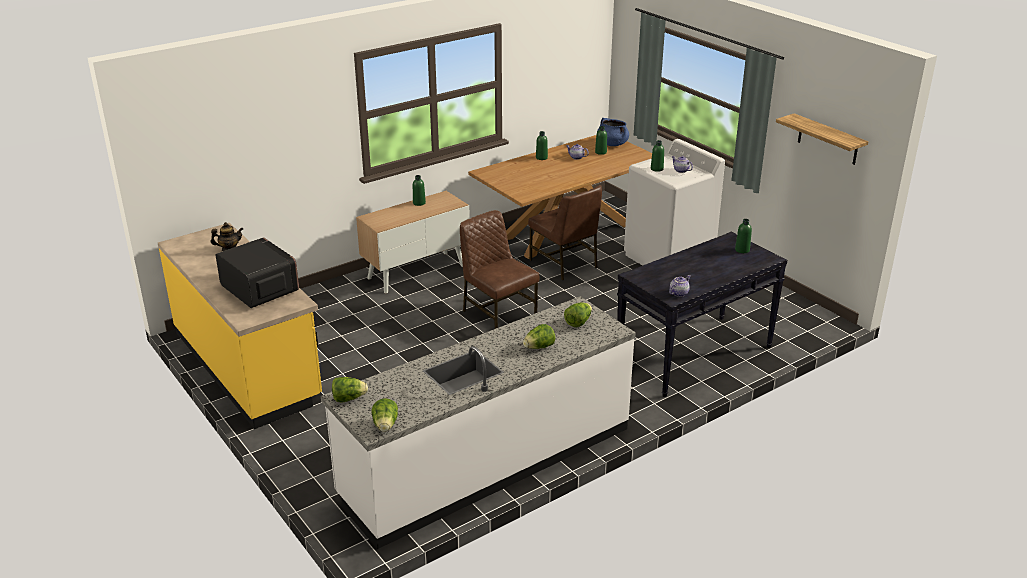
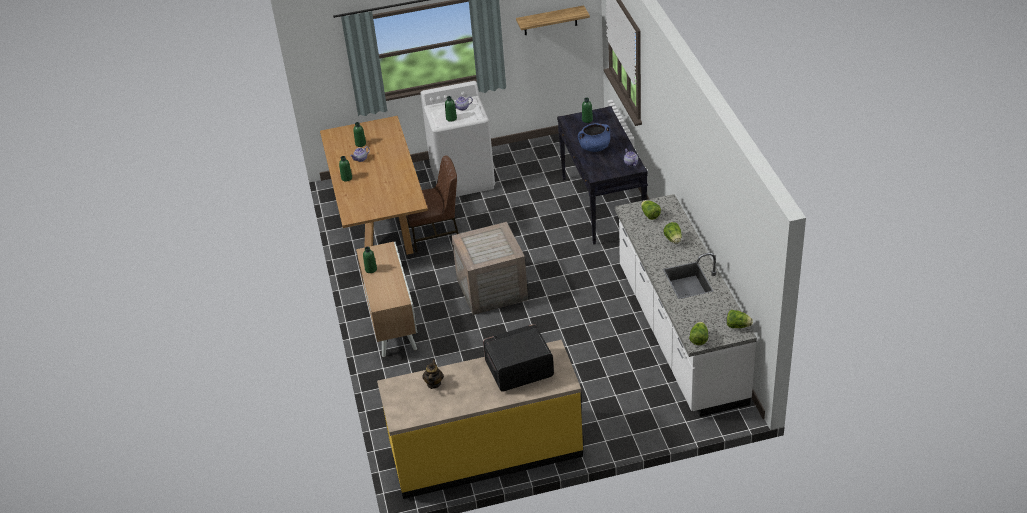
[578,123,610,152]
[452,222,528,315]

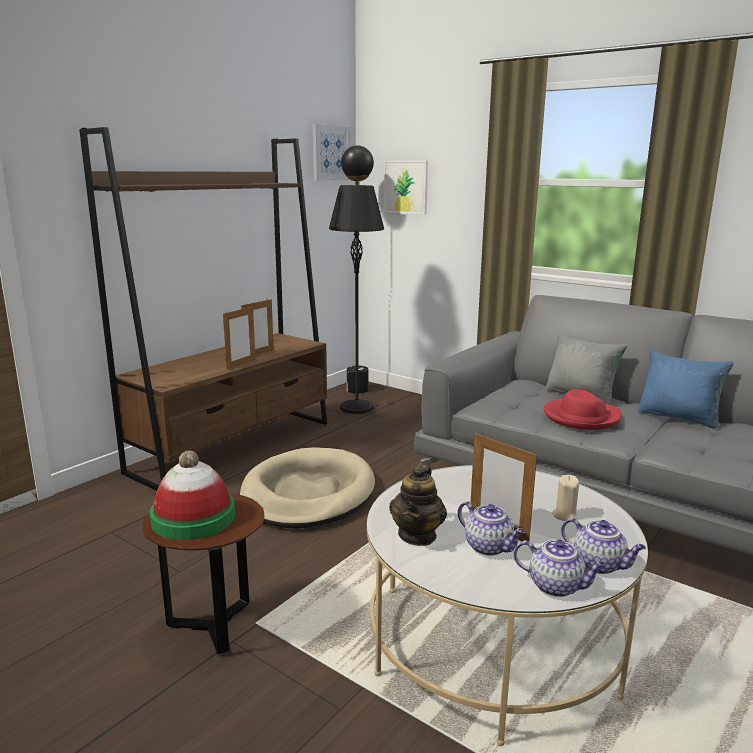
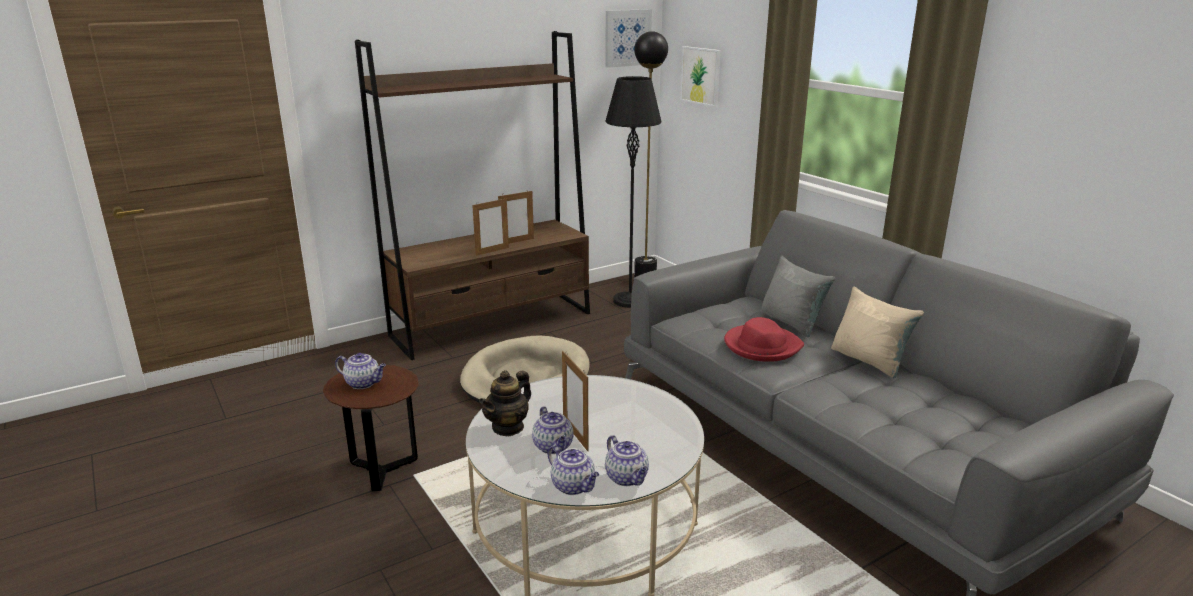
[552,475,579,521] (first image)
[335,353,386,389]
[831,286,924,378]

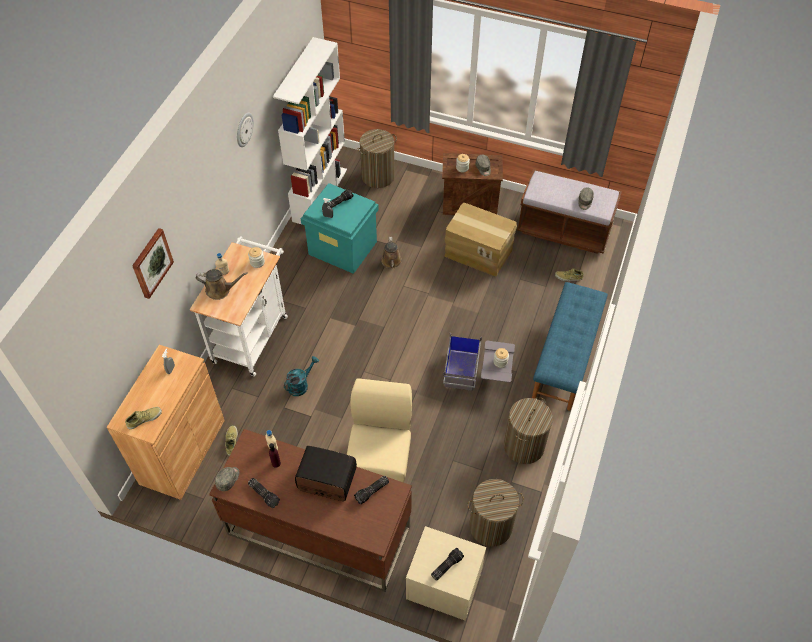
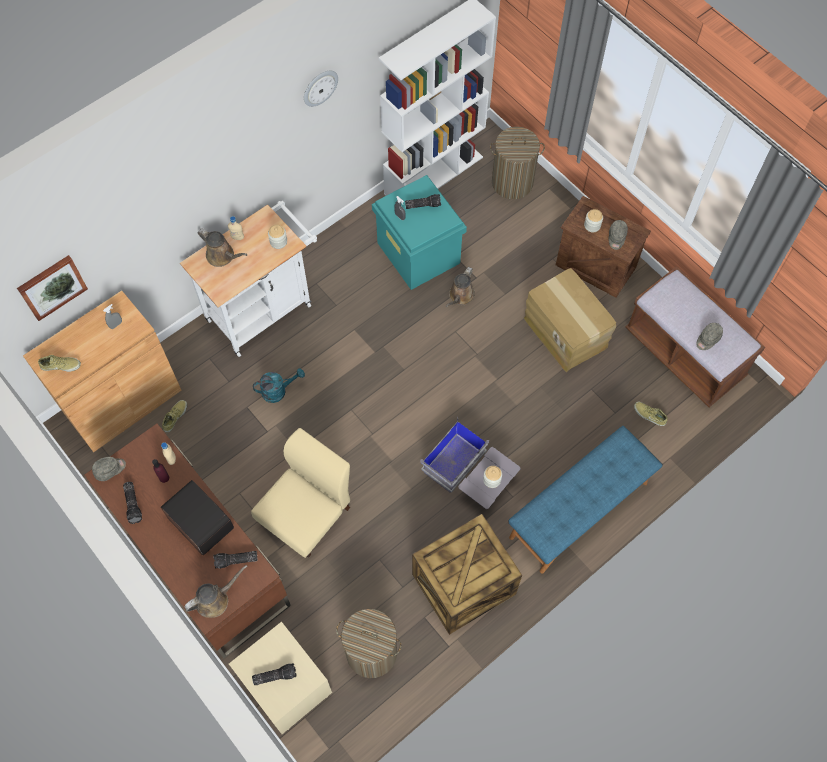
[184,565,248,618]
[17,255,88,321]
[412,514,522,635]

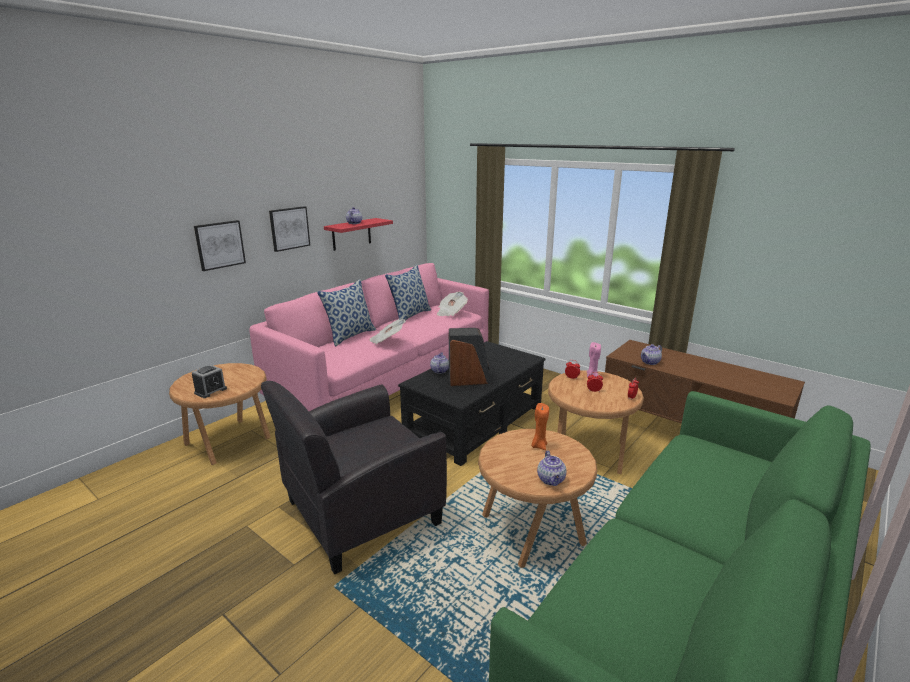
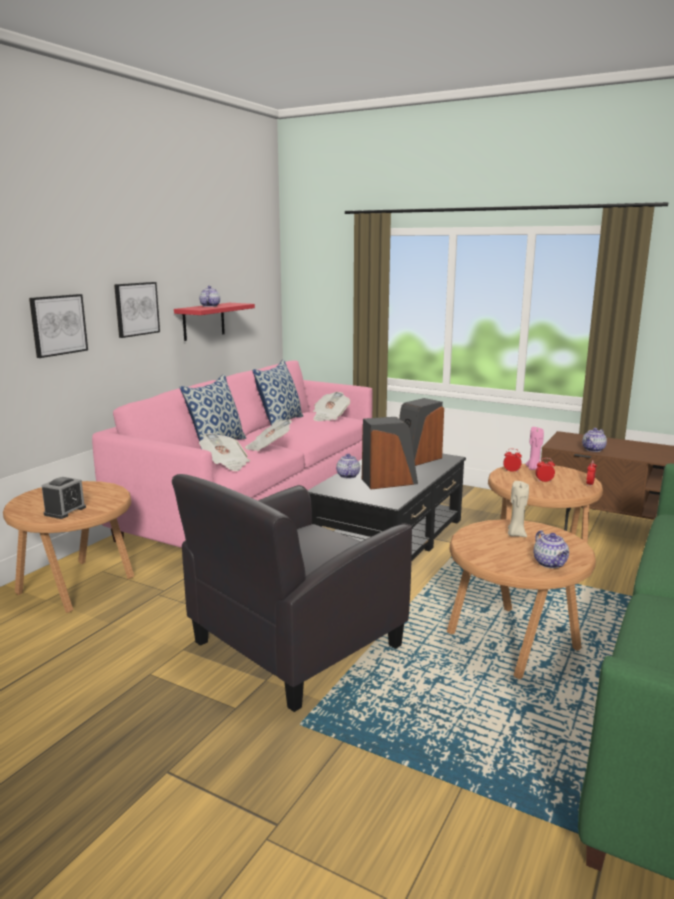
[199,433,250,471]
[399,398,444,466]
[508,481,529,537]

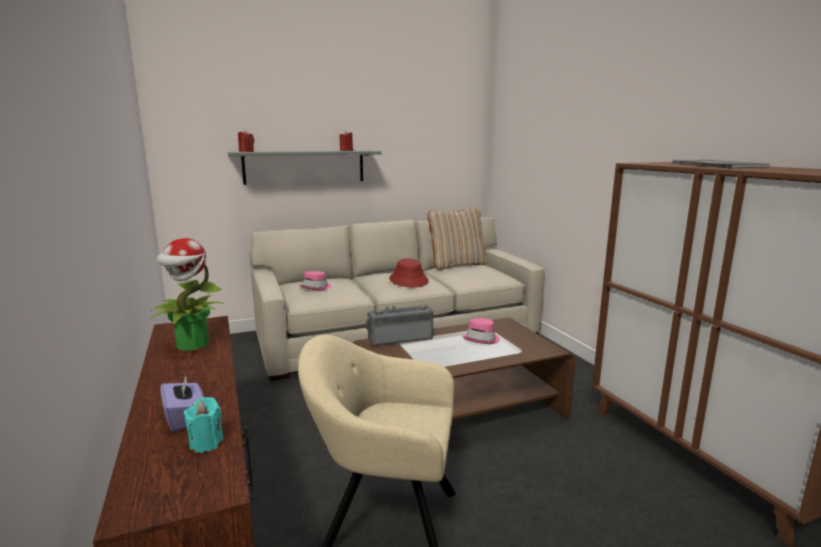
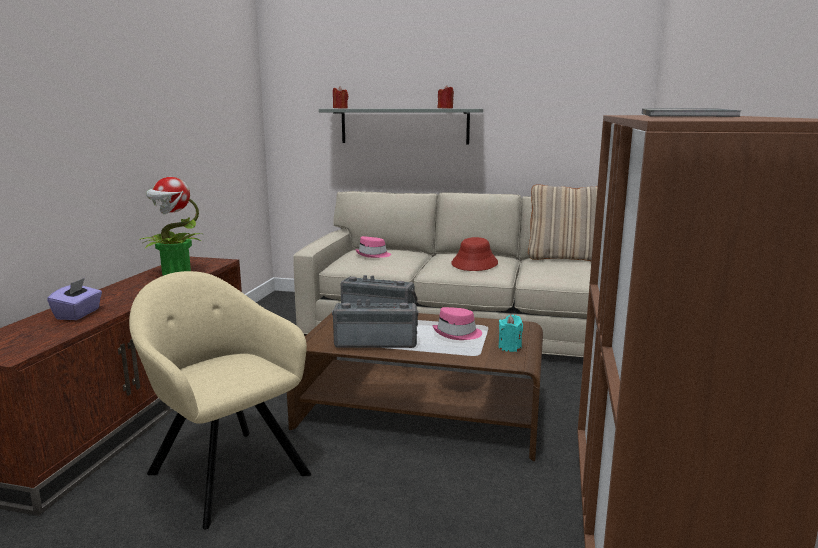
[332,299,419,348]
[499,315,523,352]

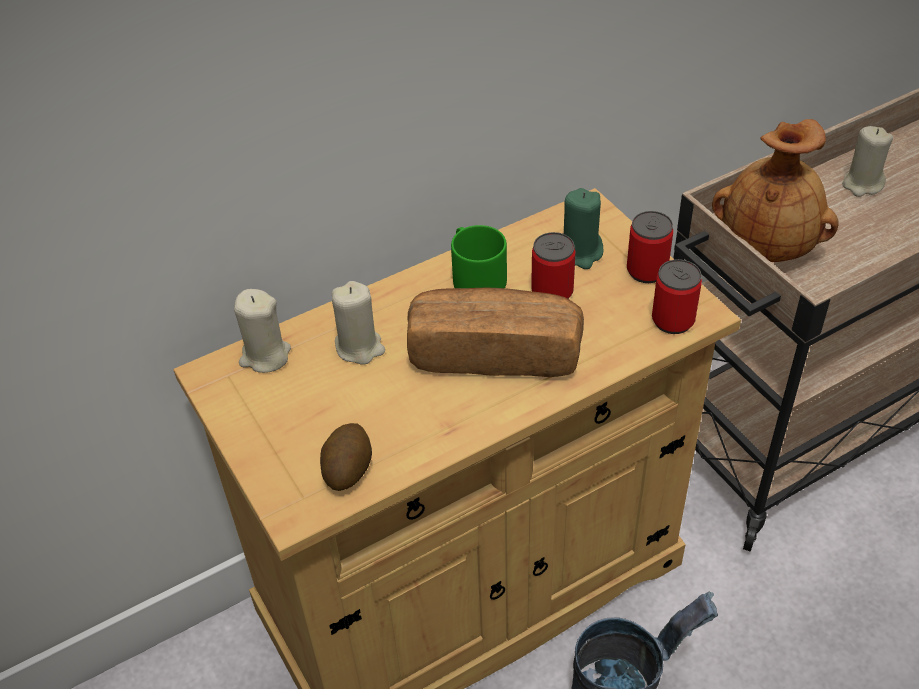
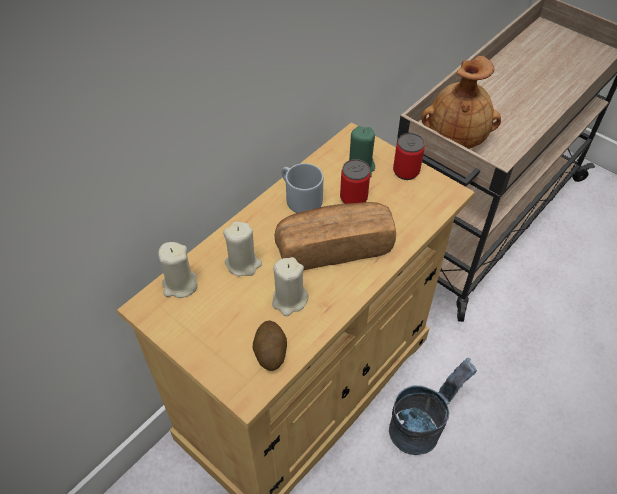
[652,259,702,334] (first image)
[272,257,309,316]
[281,163,323,213]

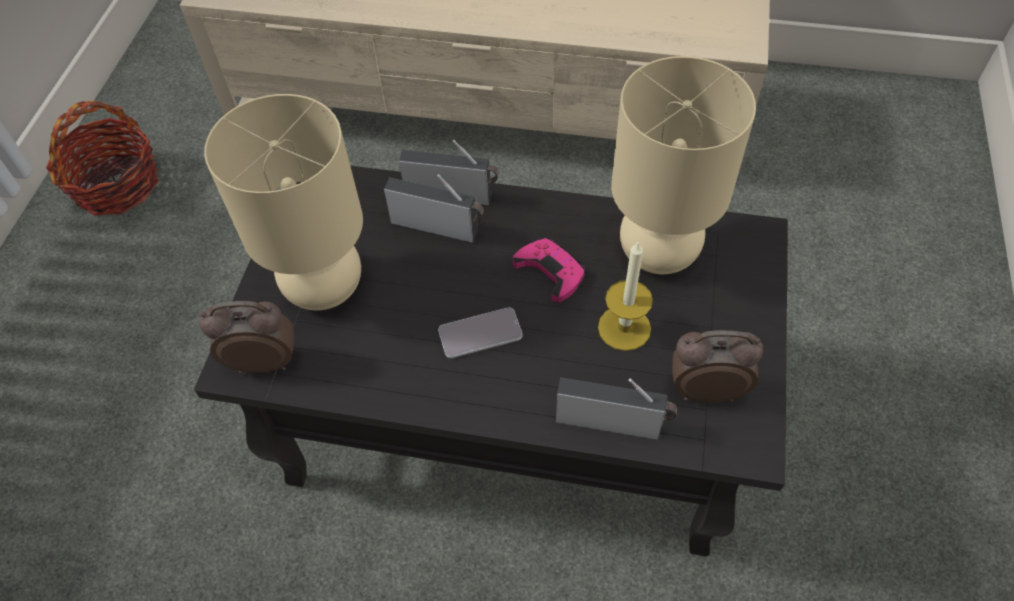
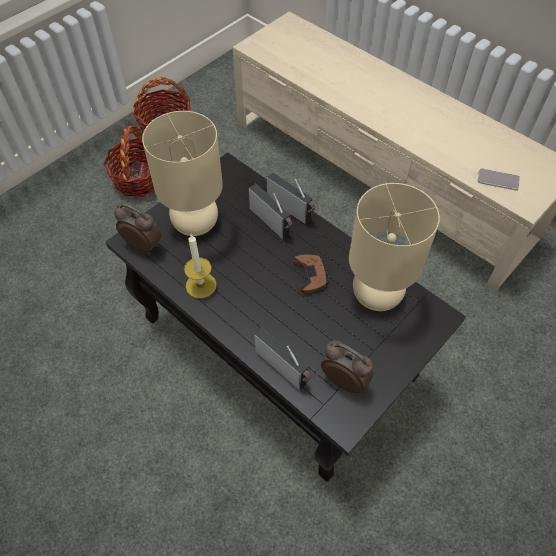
[103,125,155,197]
[478,168,520,190]
[184,234,217,299]
[294,254,329,293]

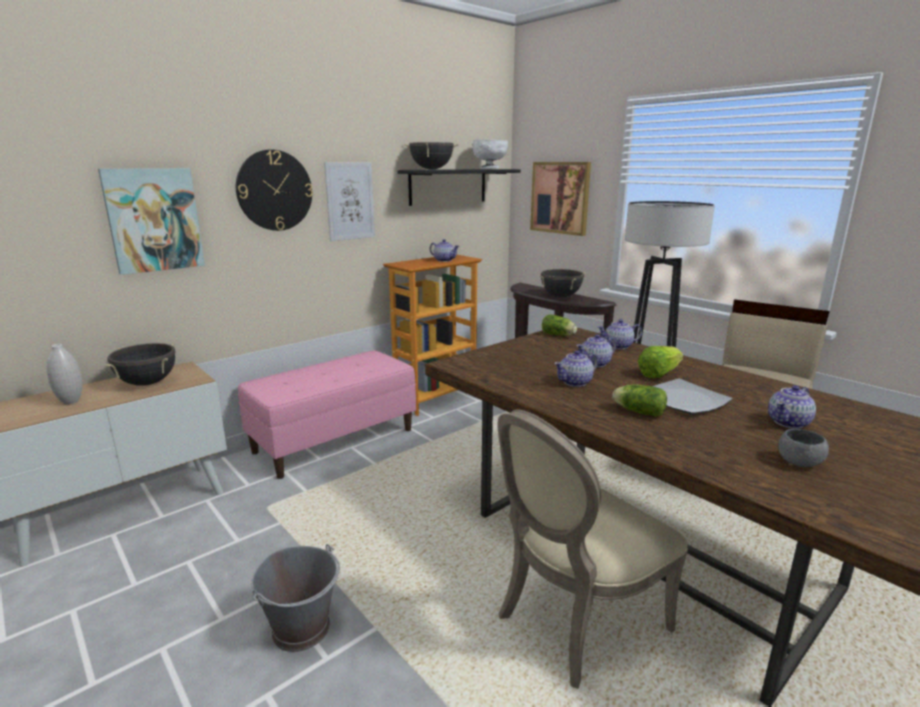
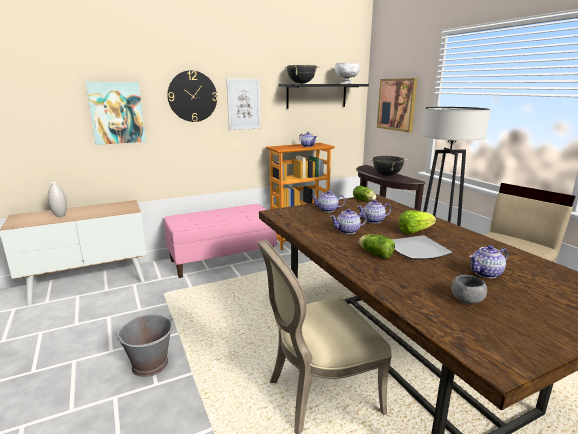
[105,343,175,386] (first image)
[311,191,346,212]

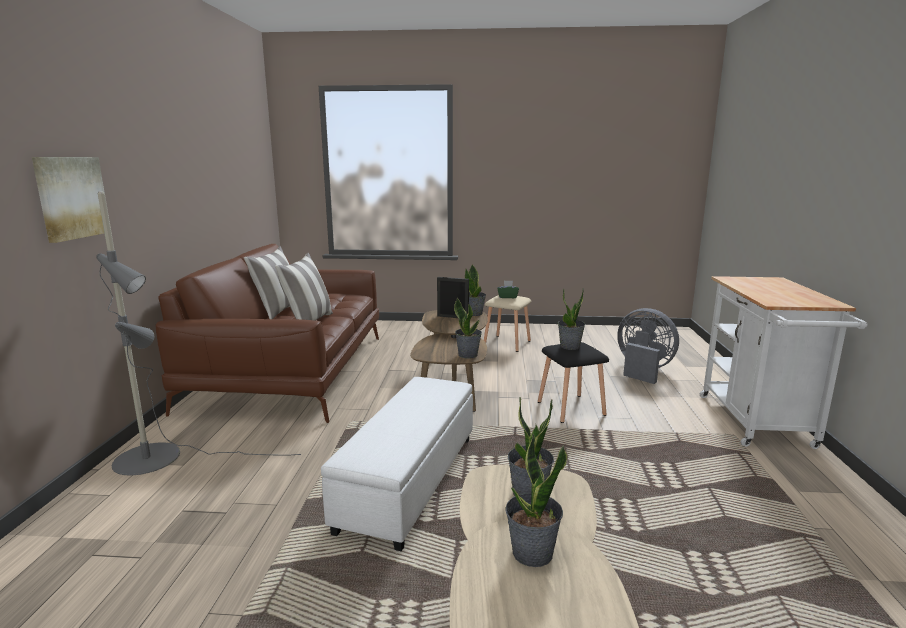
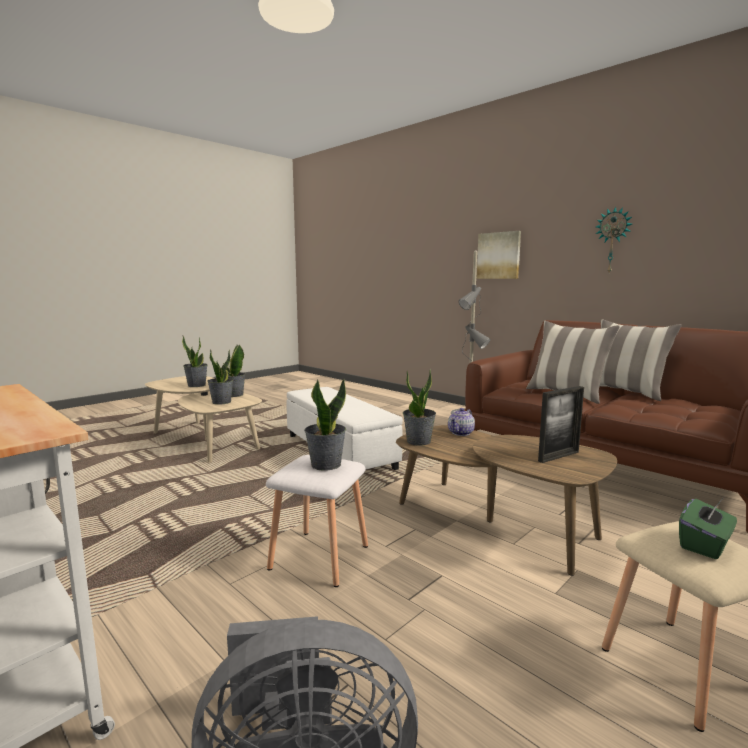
[448,408,475,436]
[596,206,632,273]
[223,344,245,397]
[266,455,368,587]

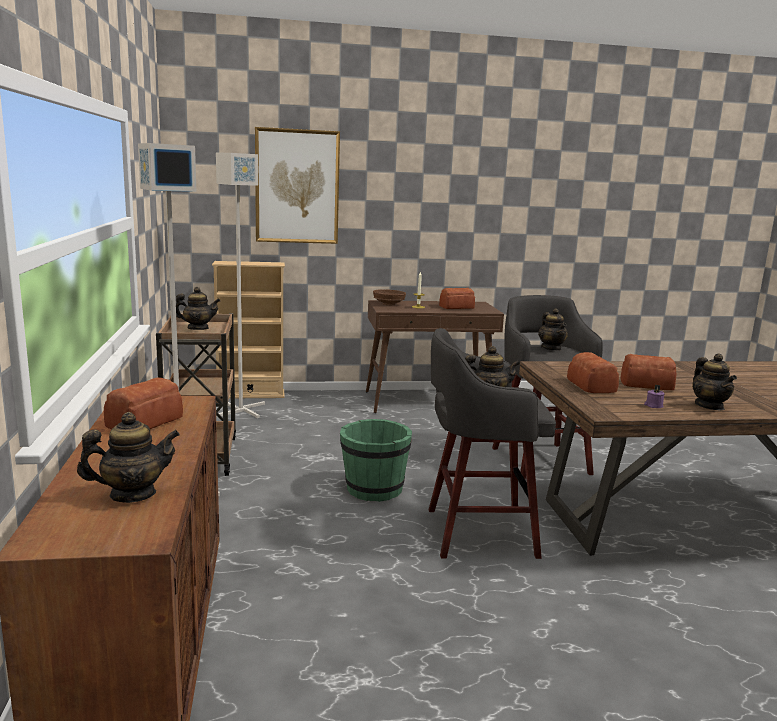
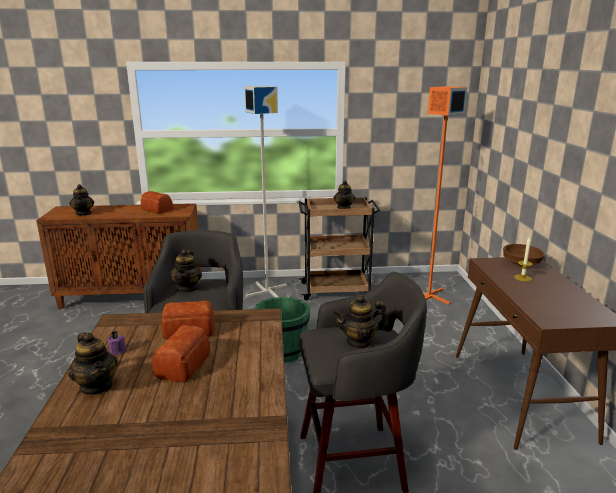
[212,261,285,399] (first image)
[255,127,340,244] (first image)
[439,288,475,309] (first image)
[423,86,467,305]
[68,332,118,395]

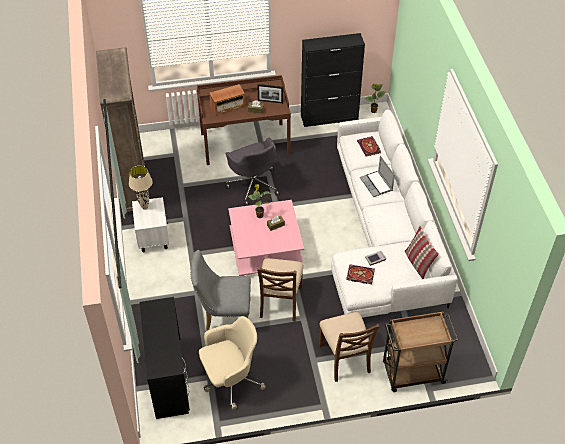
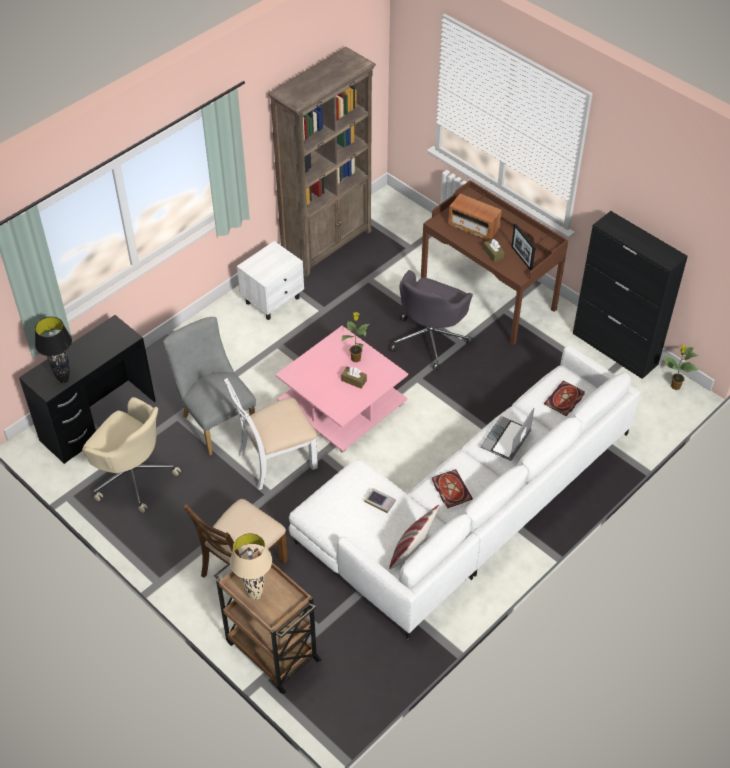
[35,317,72,383]
[230,533,272,600]
[432,469,473,508]
[224,378,318,490]

